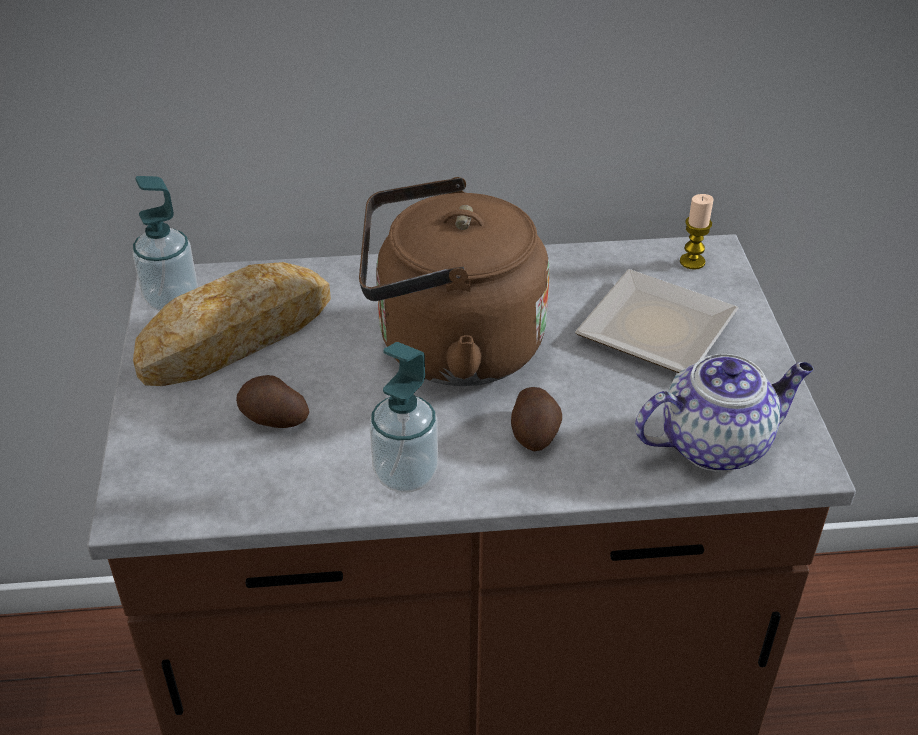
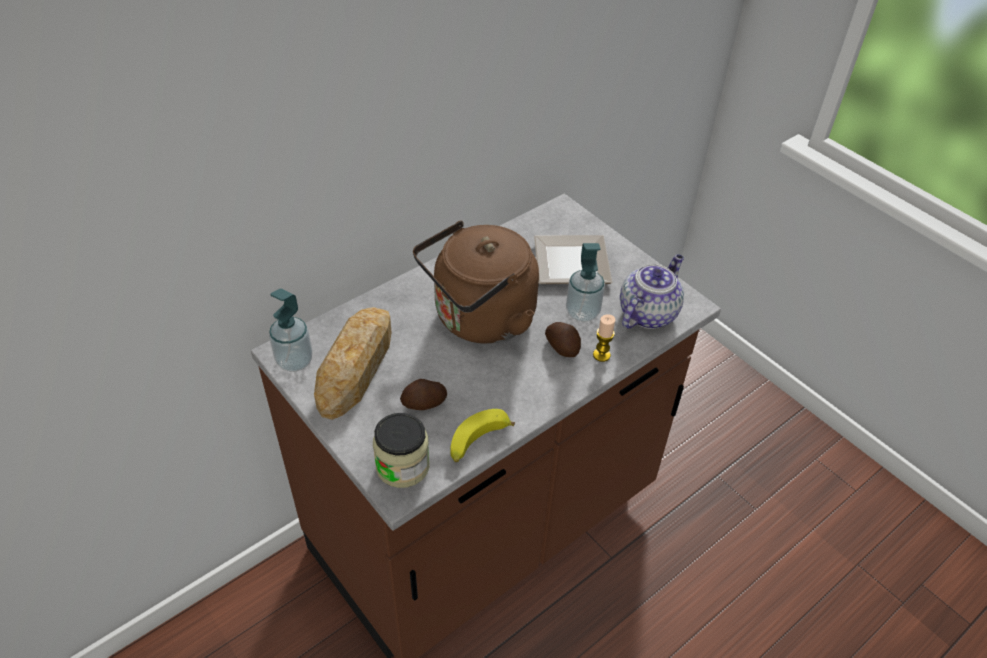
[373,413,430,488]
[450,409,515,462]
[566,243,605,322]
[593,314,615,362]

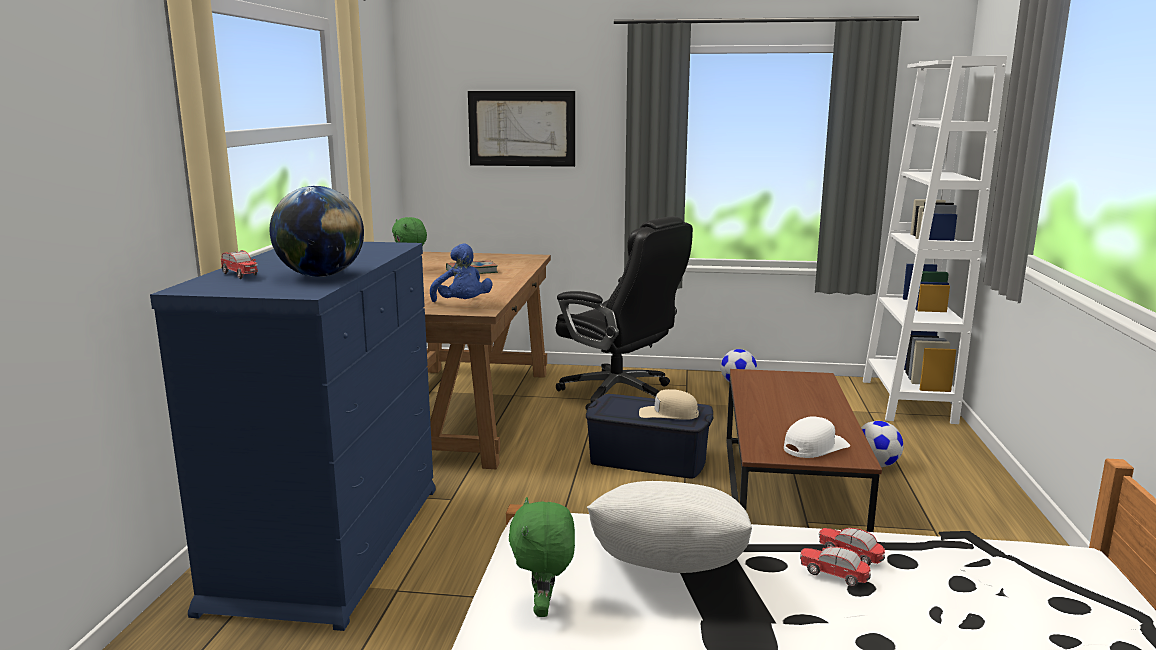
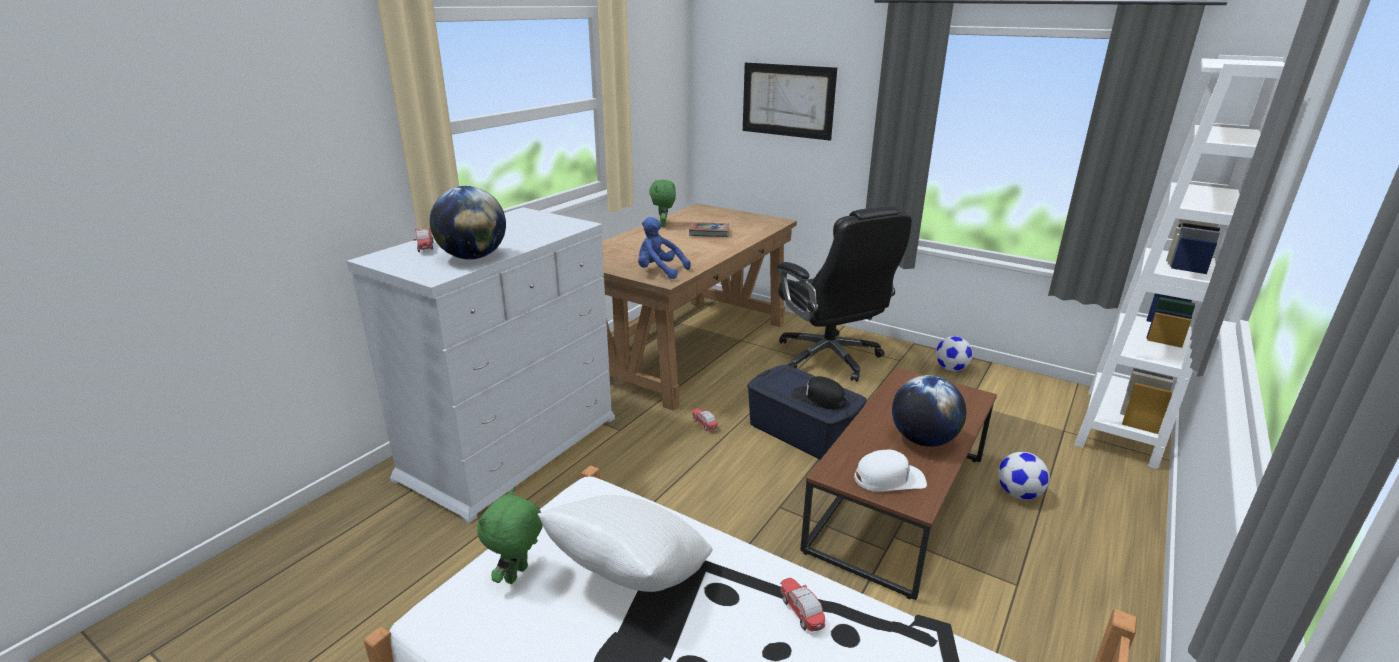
[892,375,966,447]
[692,408,718,431]
[346,207,615,524]
[791,376,846,410]
[638,217,691,279]

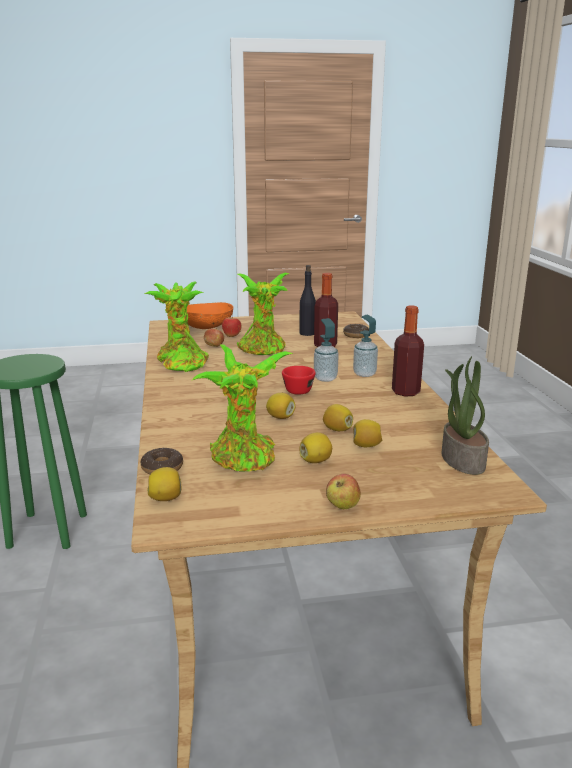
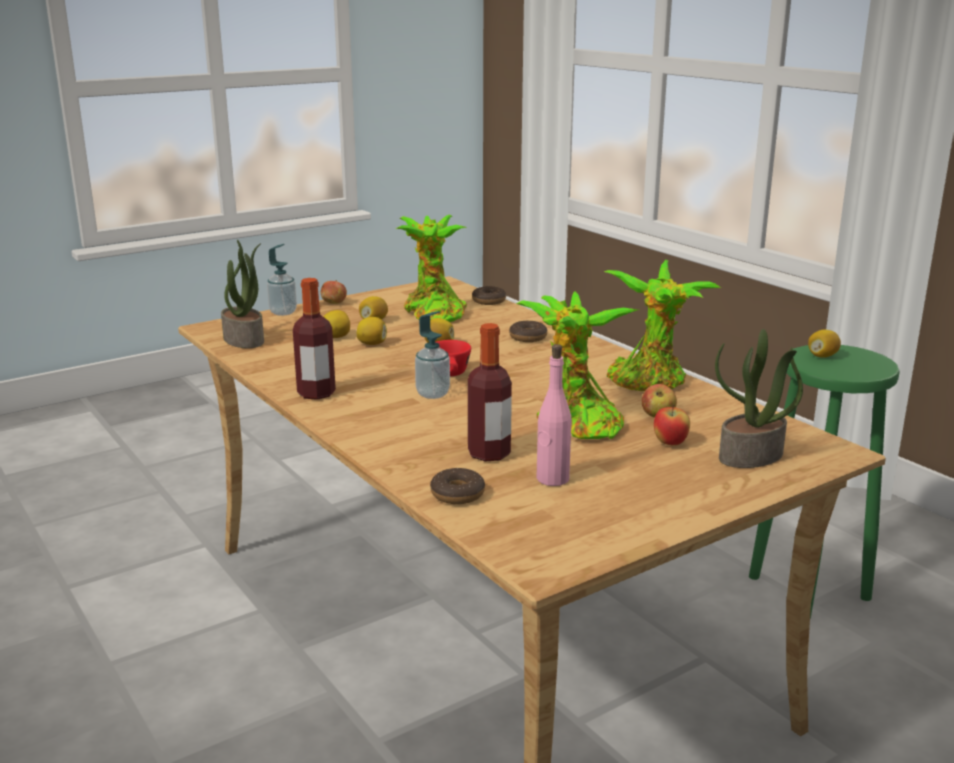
[509,321,547,342]
[808,330,841,358]
[267,244,297,316]
[715,329,803,468]
[536,344,572,486]

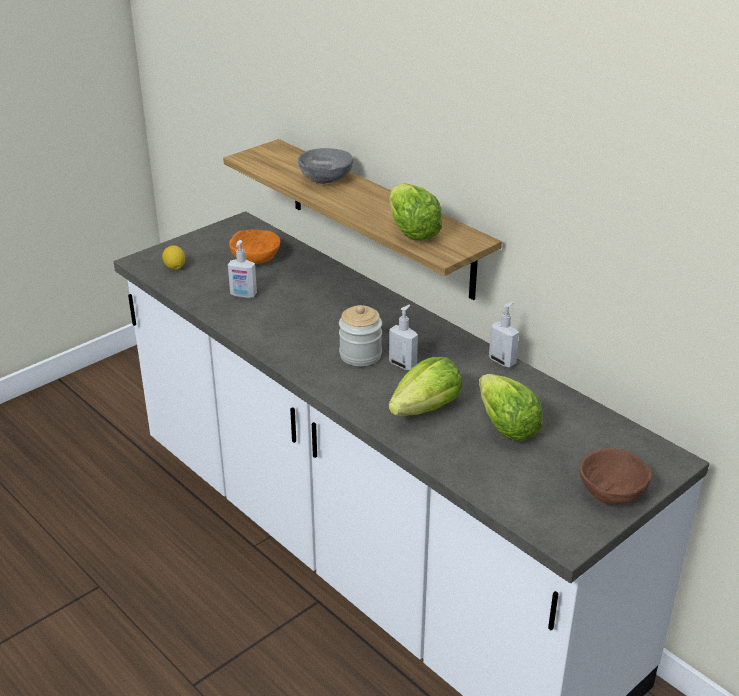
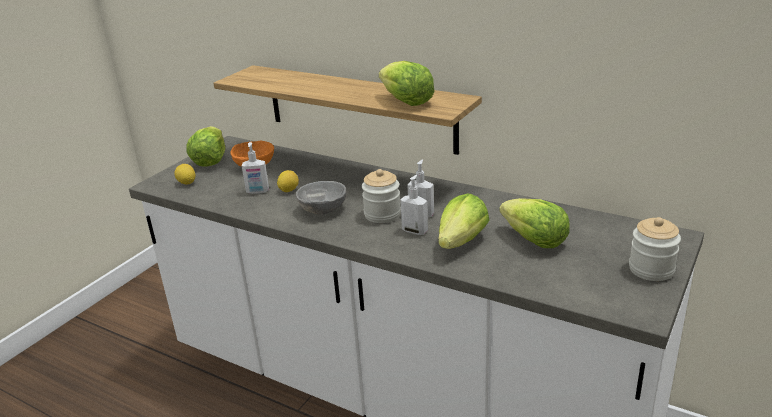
[186,126,225,167]
[277,170,299,192]
[296,181,346,215]
[400,175,428,235]
[629,217,681,281]

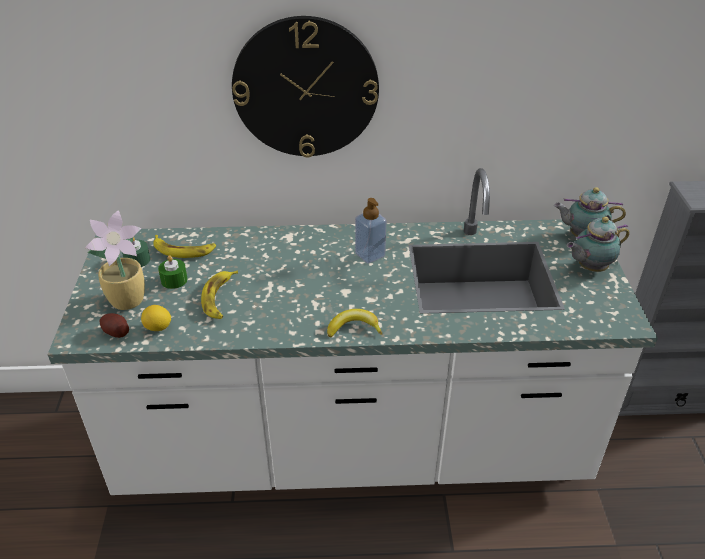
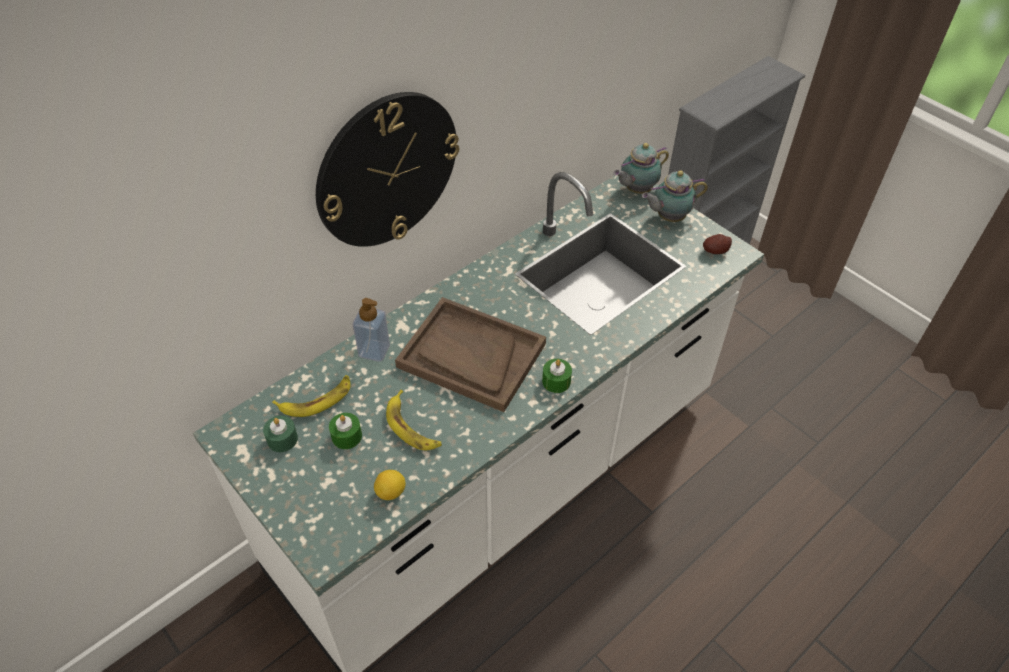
[85,210,145,310] (first image)
[395,297,546,412]
[703,234,732,254]
[353,298,390,362]
[542,359,572,393]
[642,170,708,222]

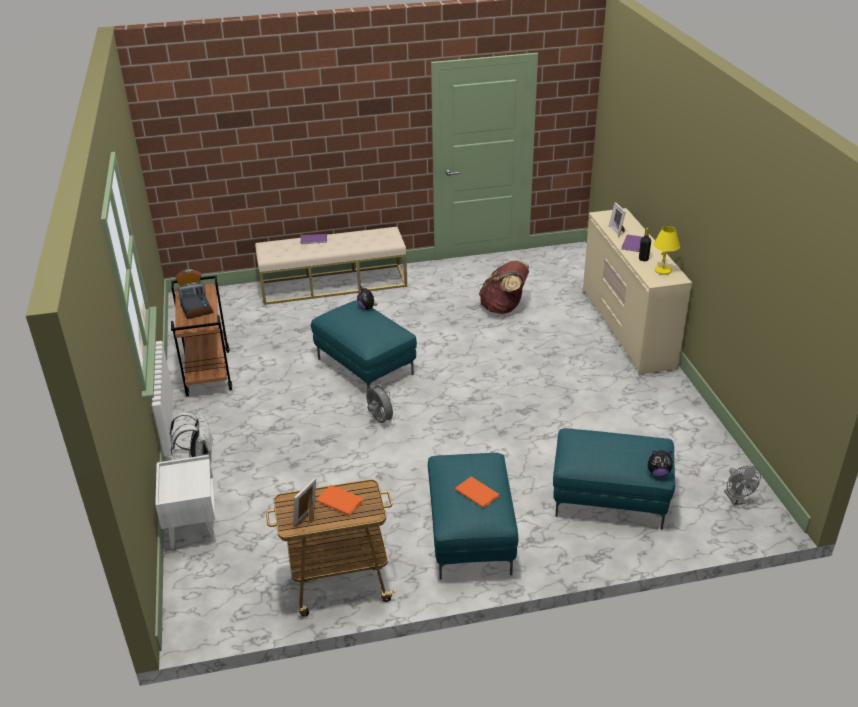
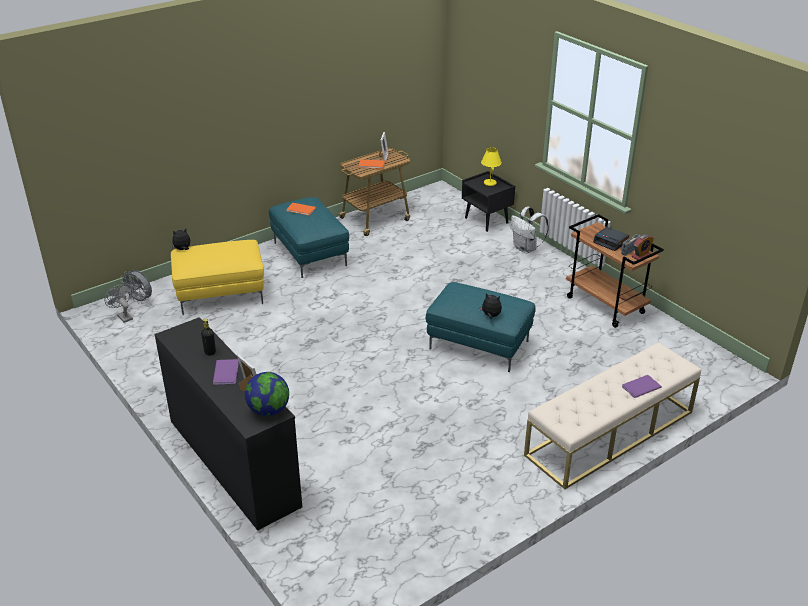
[479,261,529,314] (first image)
[245,372,289,416]
[120,270,152,304]
[481,148,502,186]
[462,171,515,232]
[171,240,264,315]
[154,317,302,531]

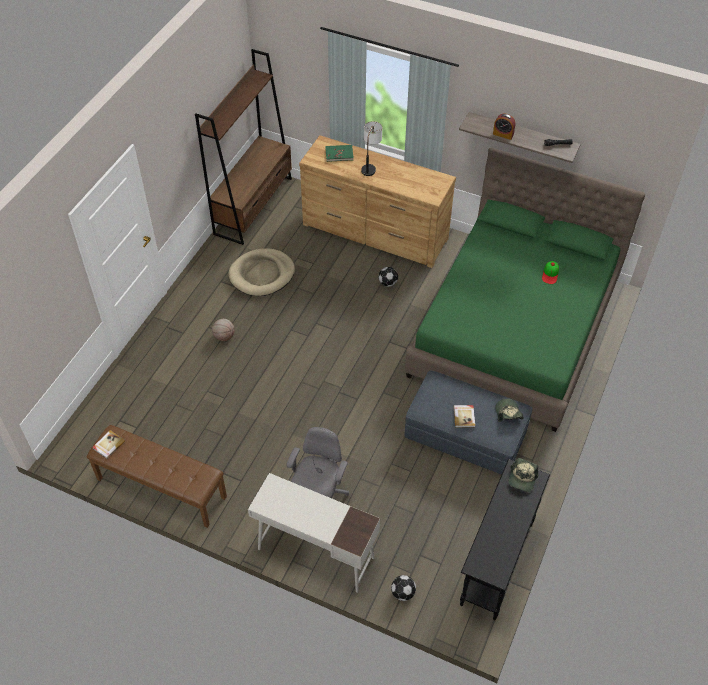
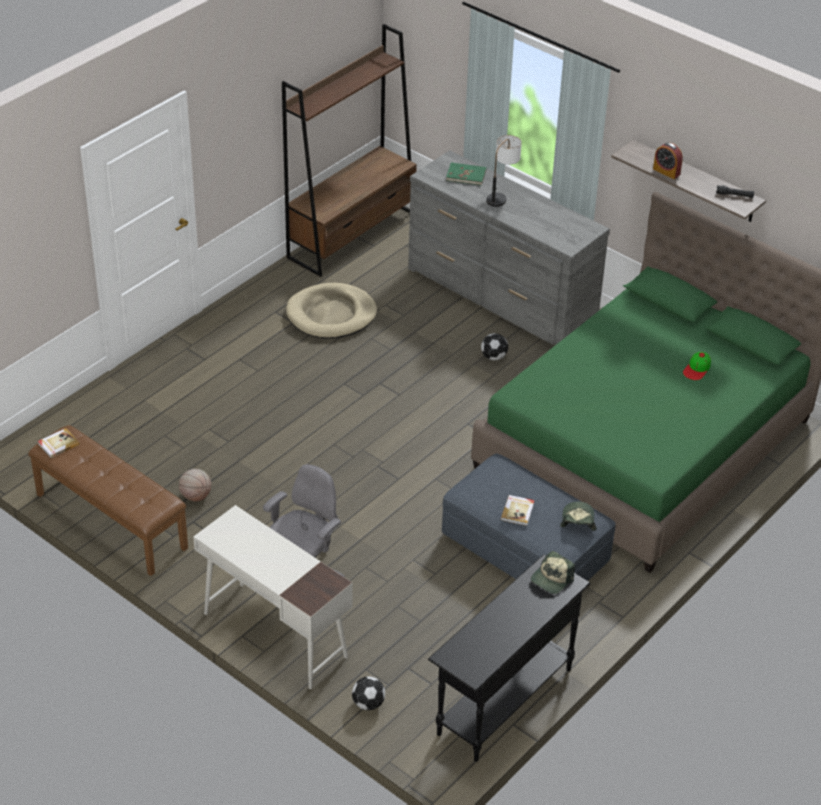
[179,469,211,501]
[408,150,610,345]

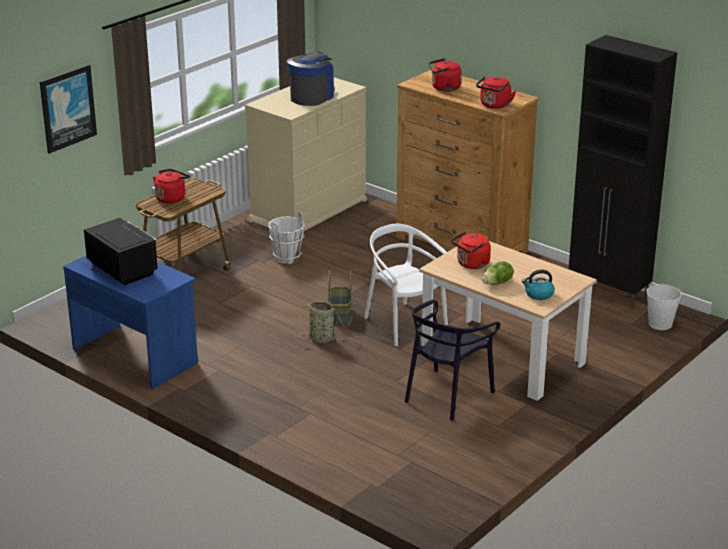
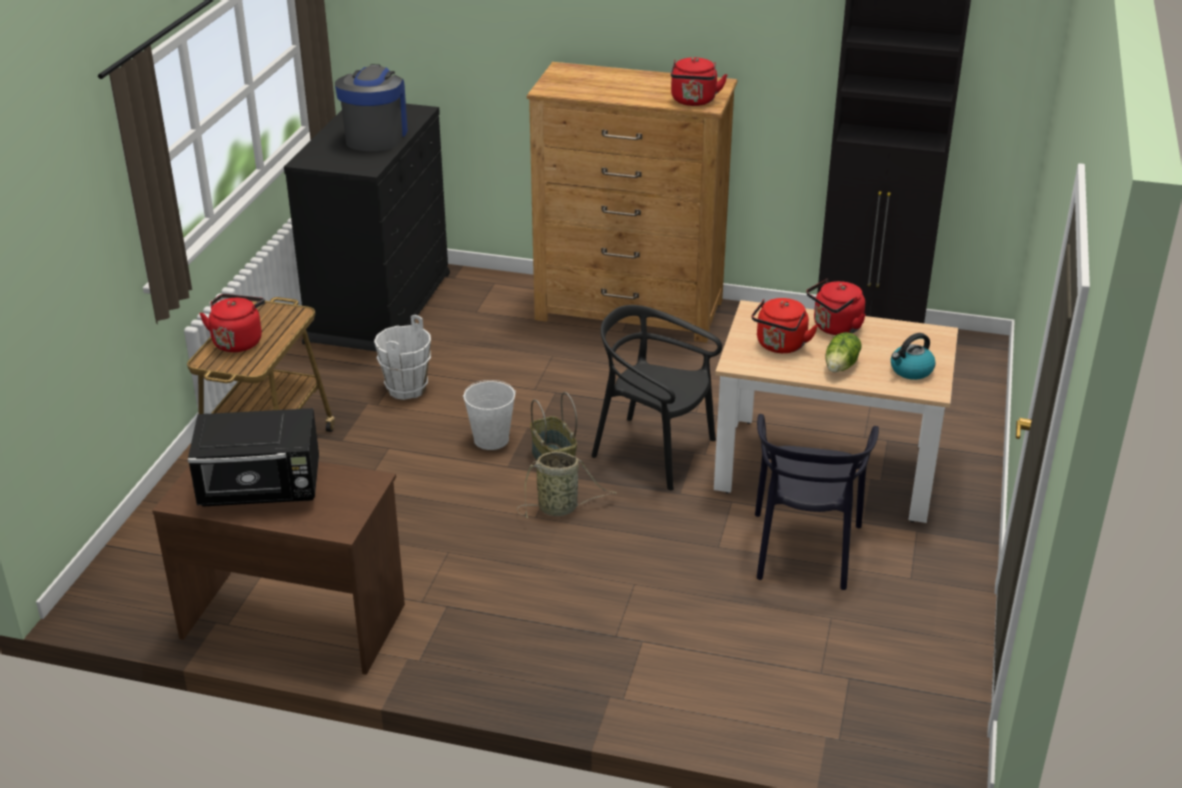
[40,65,97,154] (first image)
[806,279,866,335]
[463,380,516,450]
[152,461,405,675]
[284,104,450,352]
[591,305,722,490]
[188,408,319,507]

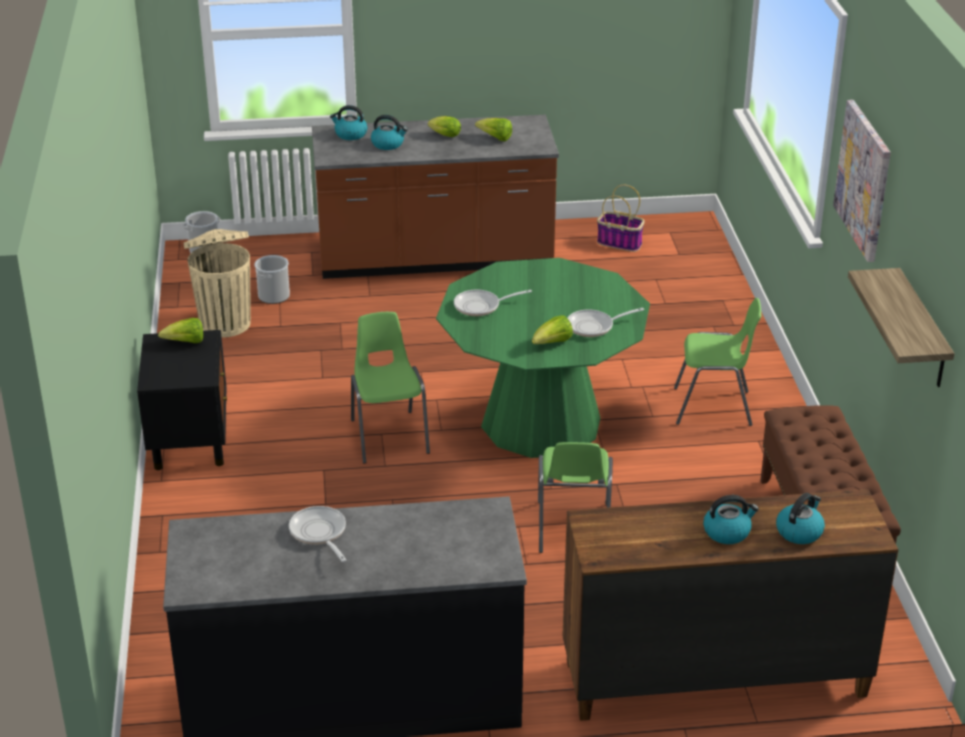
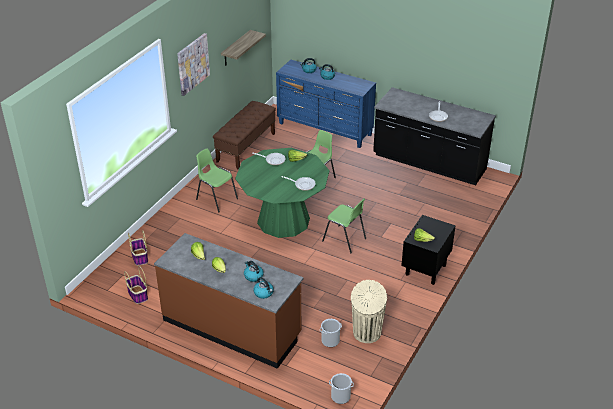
[128,230,148,266]
[276,60,376,148]
[322,199,366,253]

